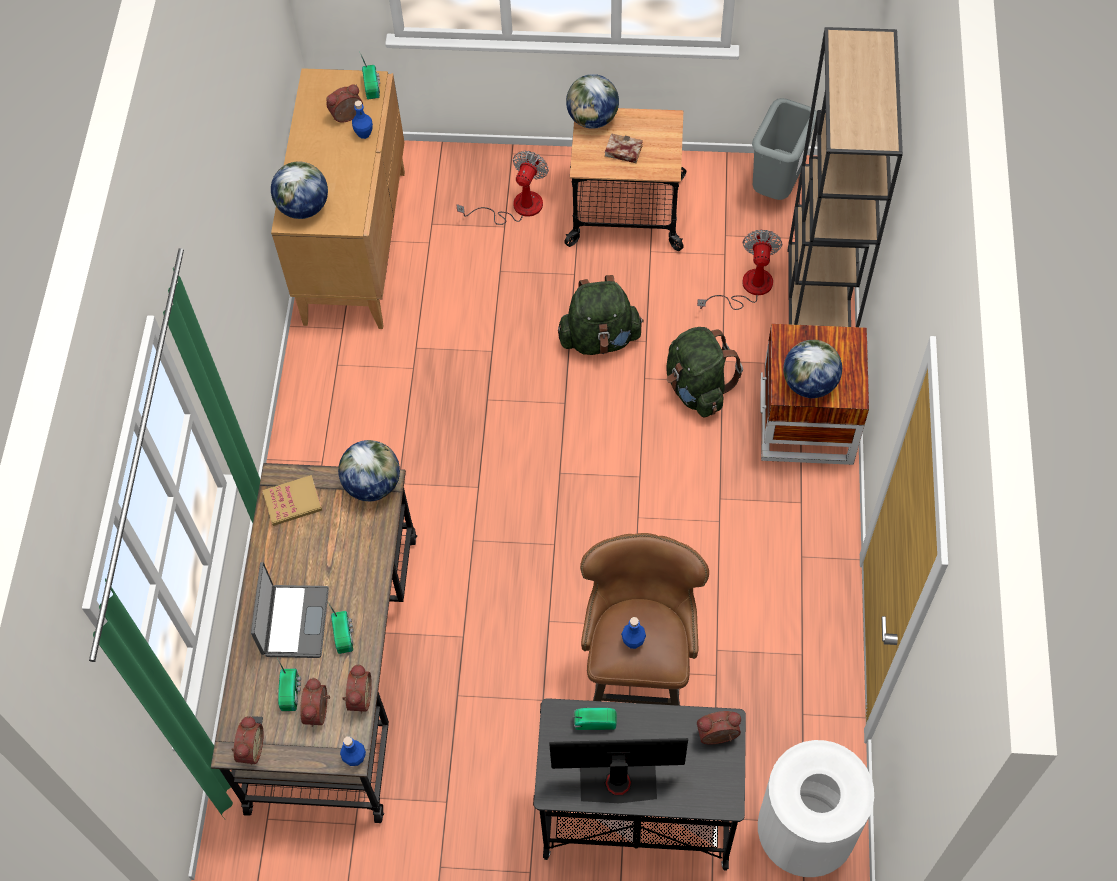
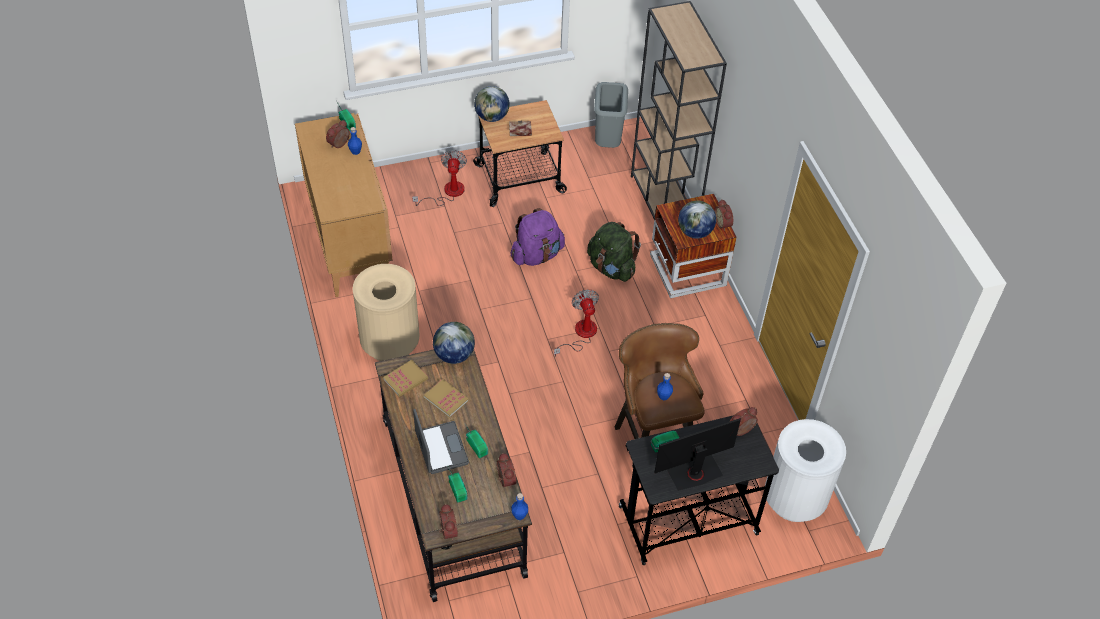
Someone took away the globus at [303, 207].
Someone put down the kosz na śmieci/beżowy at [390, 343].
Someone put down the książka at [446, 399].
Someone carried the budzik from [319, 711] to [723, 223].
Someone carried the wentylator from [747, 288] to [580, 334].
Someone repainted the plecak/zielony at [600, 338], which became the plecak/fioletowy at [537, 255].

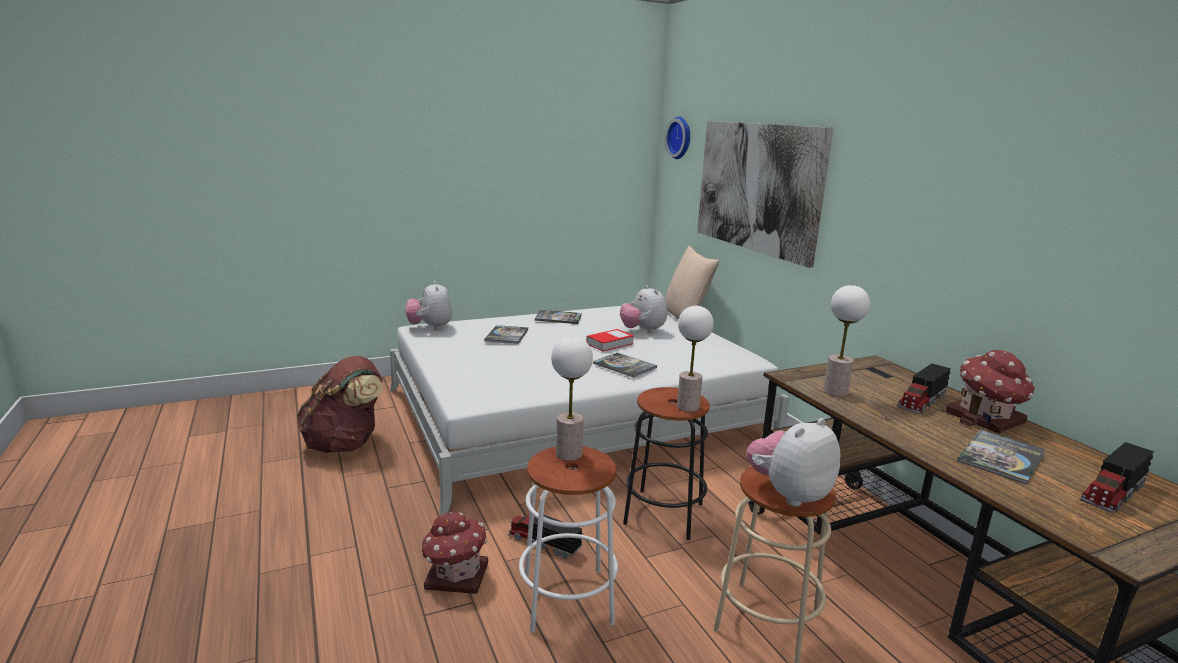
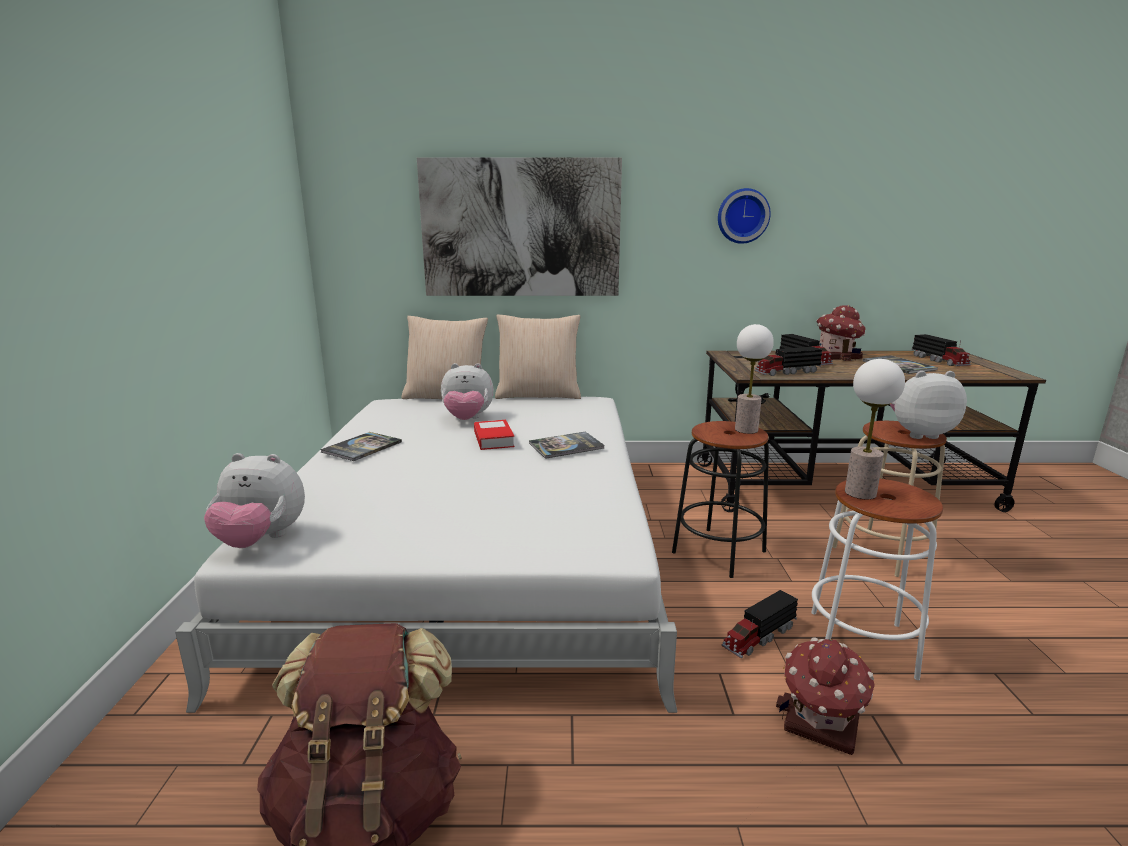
Someone took away the książka at [506, 335].
Someone put down the poduszka/beżowy at [538, 395].
Someone carried the zegar ścienny from [681, 138] to [742, 216].
Someone swapped the lampa stołowa at [835, 392] for the ciężarówka zabawkowa at [786, 372].
Someone rotated the pluszak at [789, 494] by 105 degrees clockwise.

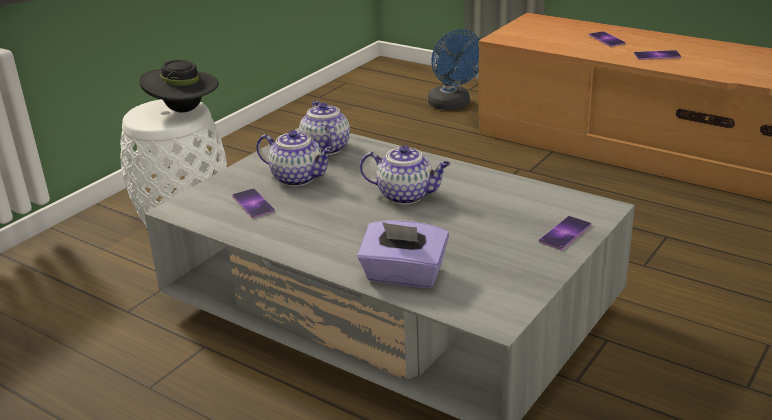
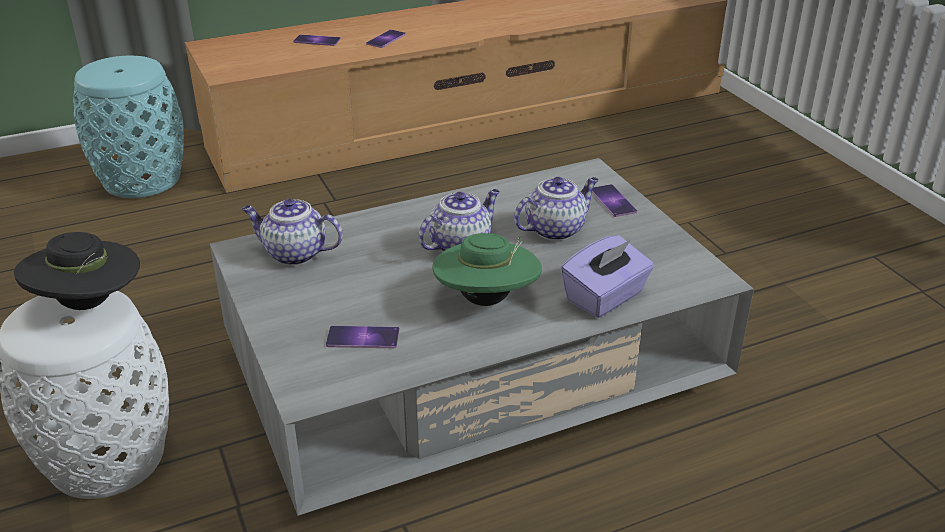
Someone put down the kapelusz/zielony at [486, 300].
Someone carried the imbryk from [298, 178] to [555, 229].
Someone swapped the wentylator/niebieski at [452, 105] for the stołek/turkusowy at [142, 180].

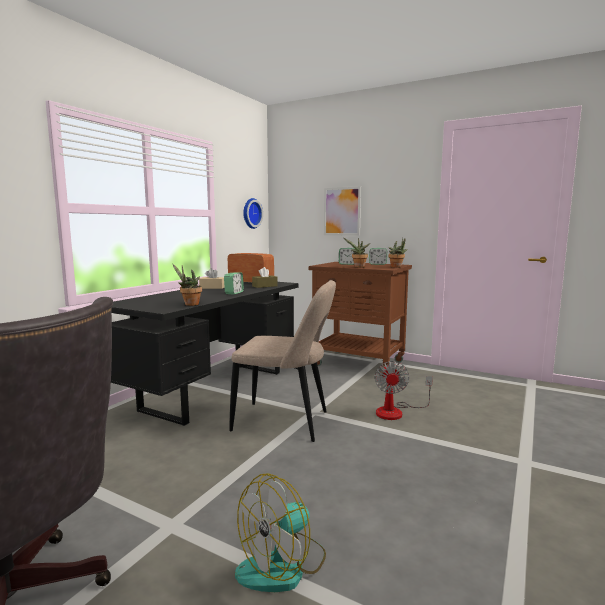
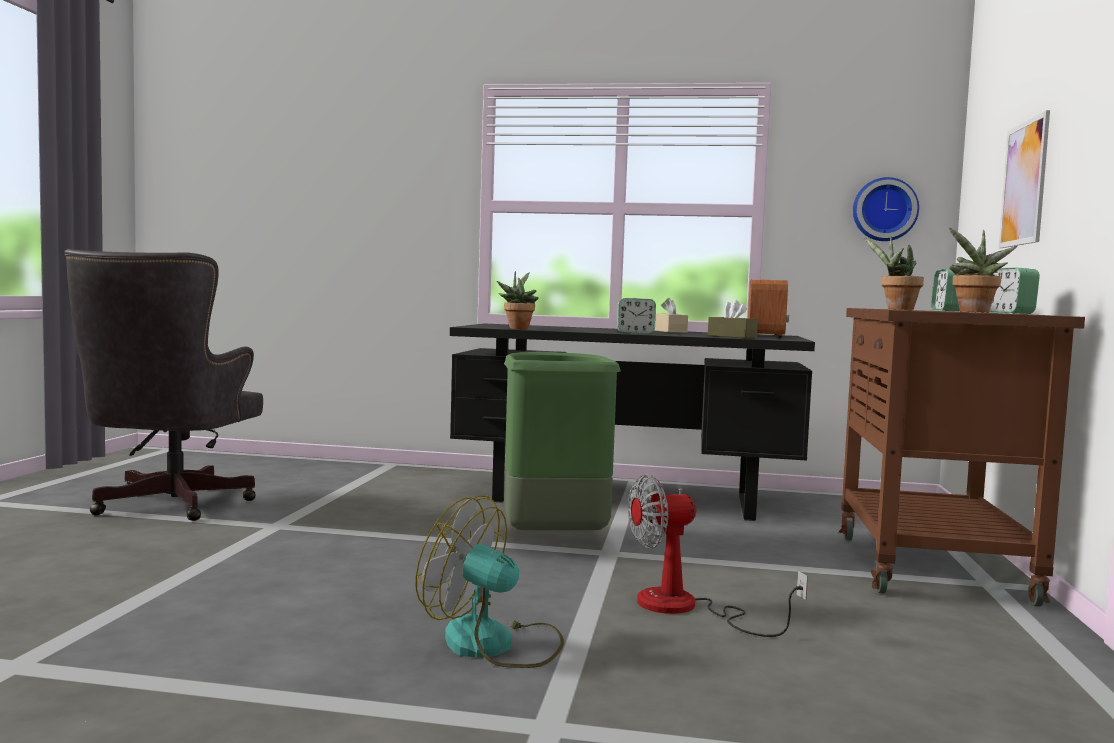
Someone carried the wentylator from [283, 565] to [494, 644].
Someone swapped the krzesło/beżowy at [285, 422] for the kosz na śmieci/zielony at [551, 541].

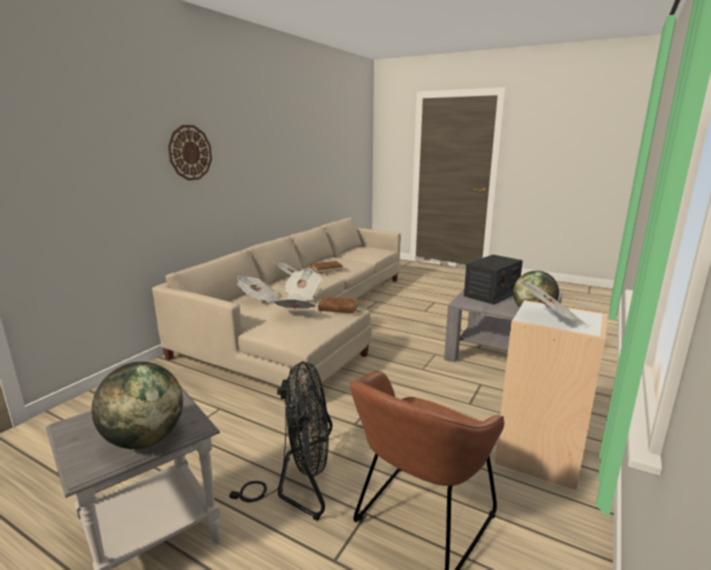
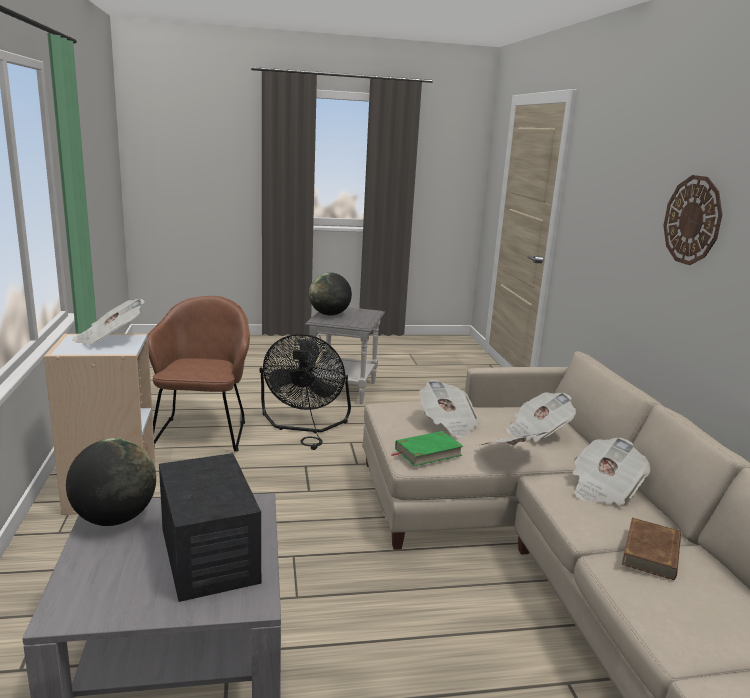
Someone repainted the książka/brązowy at [338, 308], which became the książka/zielony at [427, 452].
Someone rotated the wentylator/czarny at [298, 478] by 135 degrees clockwise.
Someone rotated the radio at [491, 294] by 150 degrees clockwise.

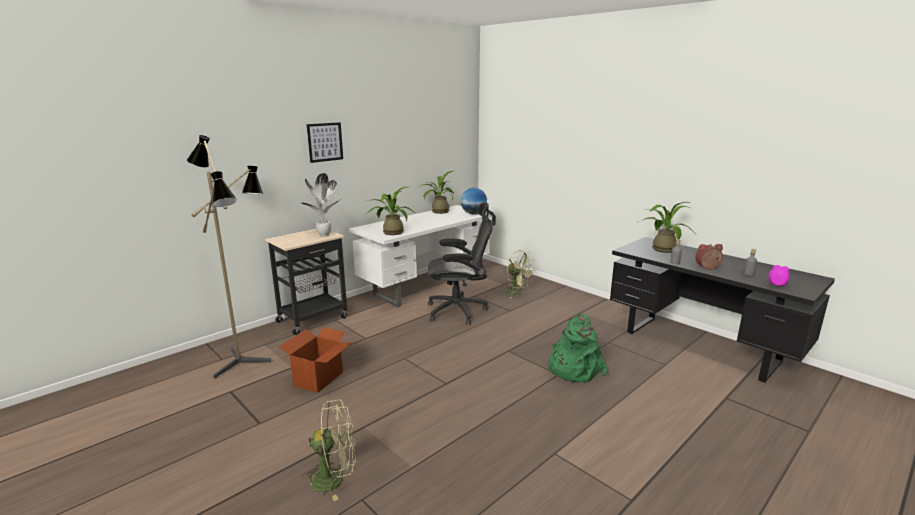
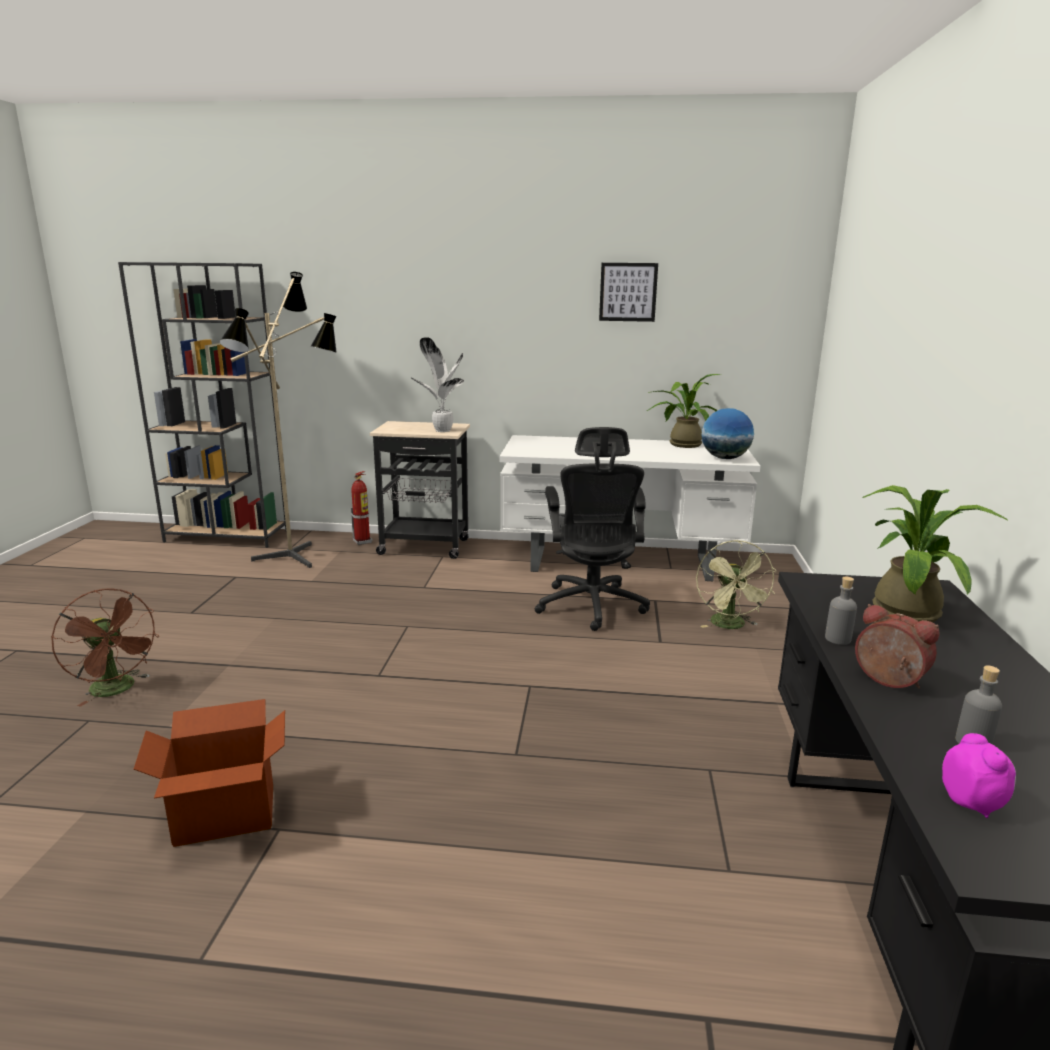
Someone took away the roślina doniczkowa at [391, 232].
Someone took away the plecak/zielony at [573, 368].
Someone put down the regał at [228, 536].
Someone put down the gaśnica at [363, 541].
Someone carried the karton from [319, 379] to [225, 816].
Someone carried the obraz from [325, 142] to [628, 292].
Someone repainted the wentylator/zielony at [334, 479], which became the wentylator/brązowy at [117, 690].
Someone rotated the krzesło biurowe at [459, 310] by 45 degrees clockwise.

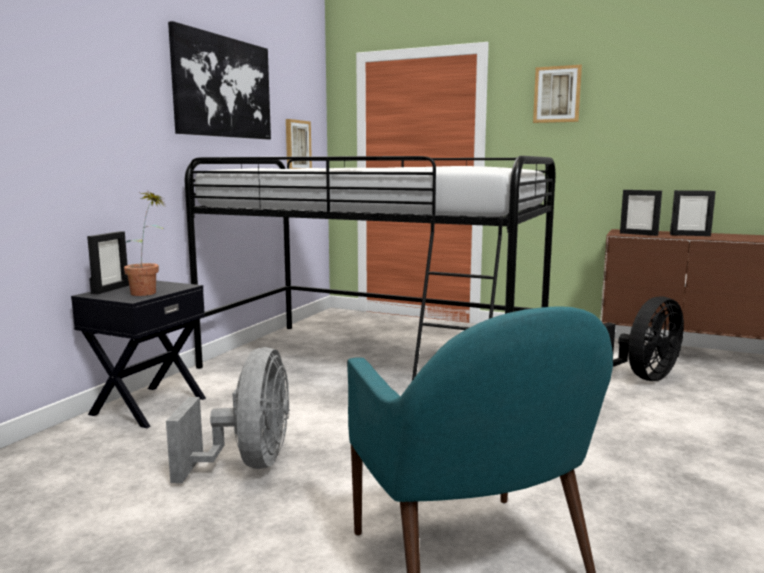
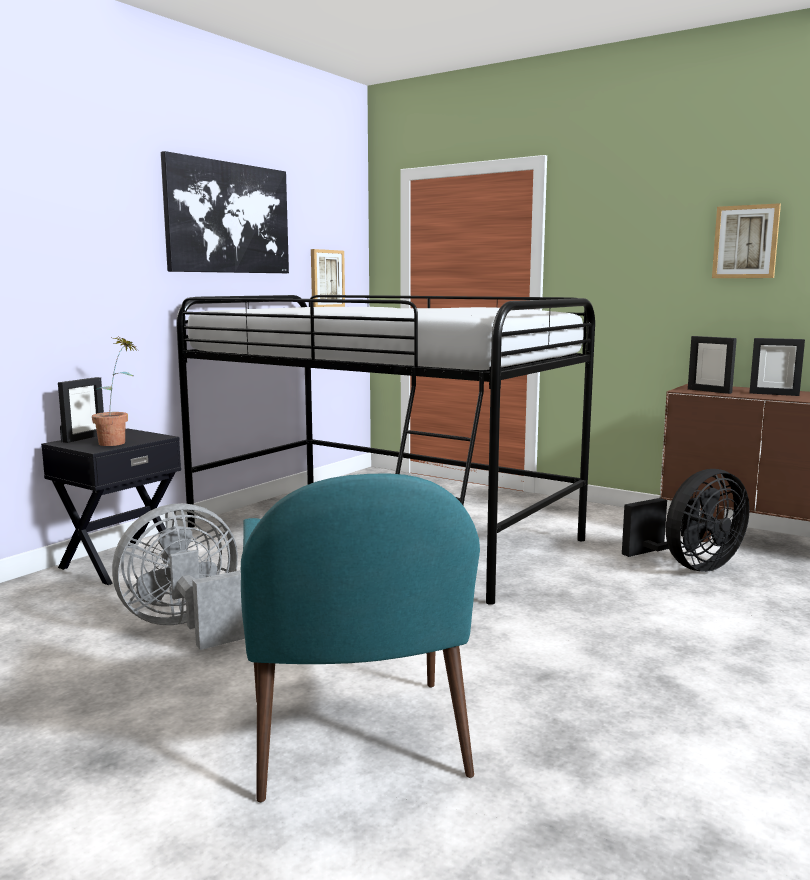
Someone carried the obraz from [557, 94] to [746, 242].
Someone rotated the wentylator/szary at [248, 463] by 135 degrees counterclockwise.

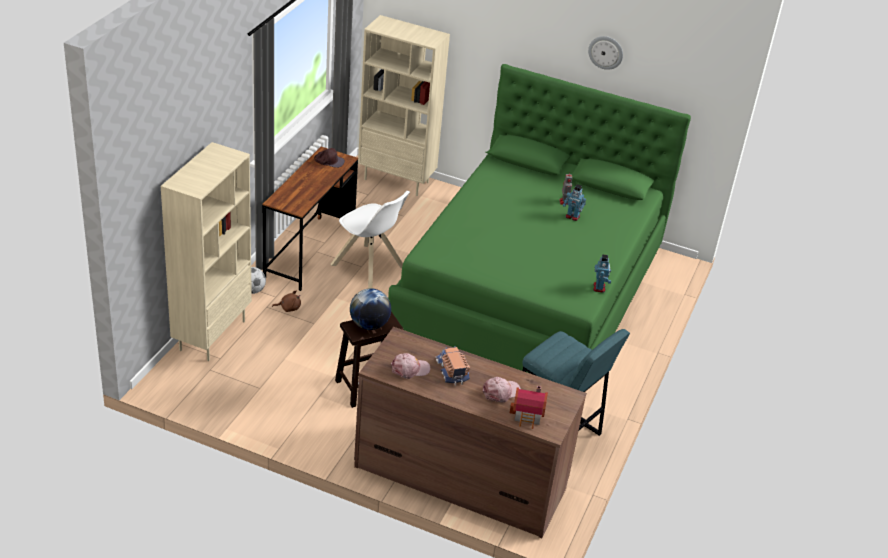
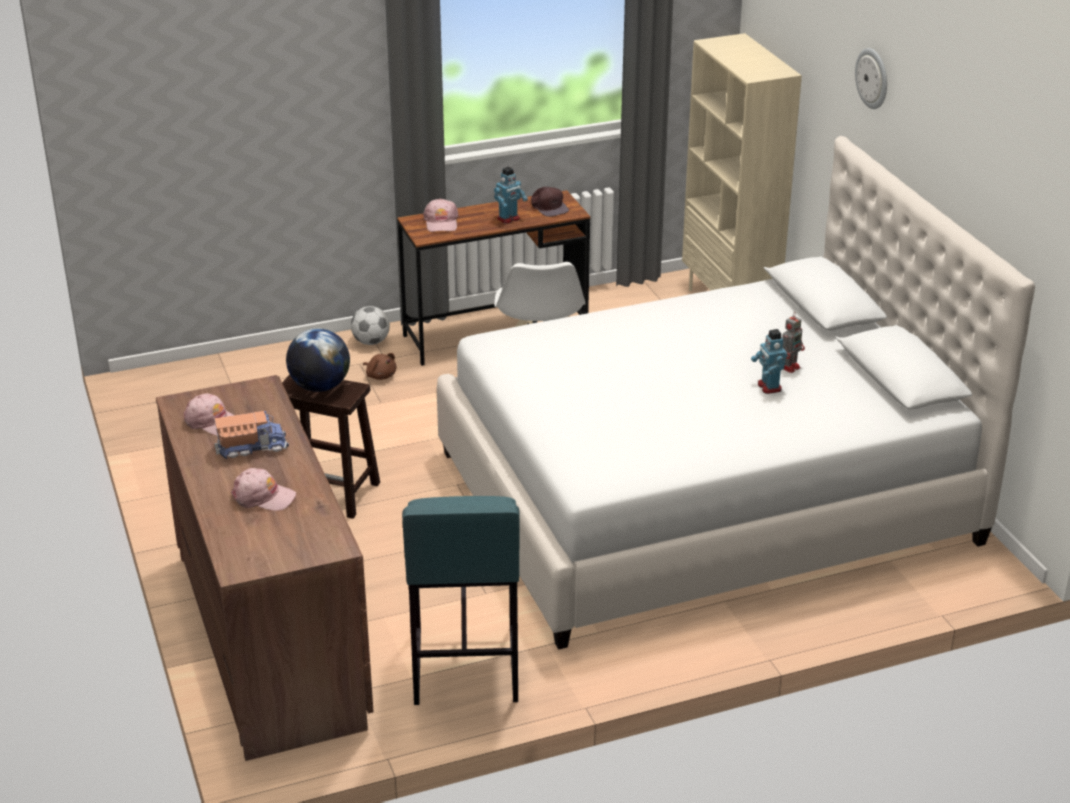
Someone took away the regał/beżowy at [212, 334].
Someone took away the domek at [528, 415].
Someone put down the czapka z daszkiem/różowy at [441, 222].
Someone carried the zegar ścienny from [606, 52] to [873, 78].
Someone carried the robot zabawkowy from [599, 288] to [509, 219].
Someone repainted the łóżko/zielony at [530, 290], which became the łóżko/biały at [705, 497].
Someone rotated the ciężarówka zabawkowa at [451, 371] by 45 degrees clockwise.

